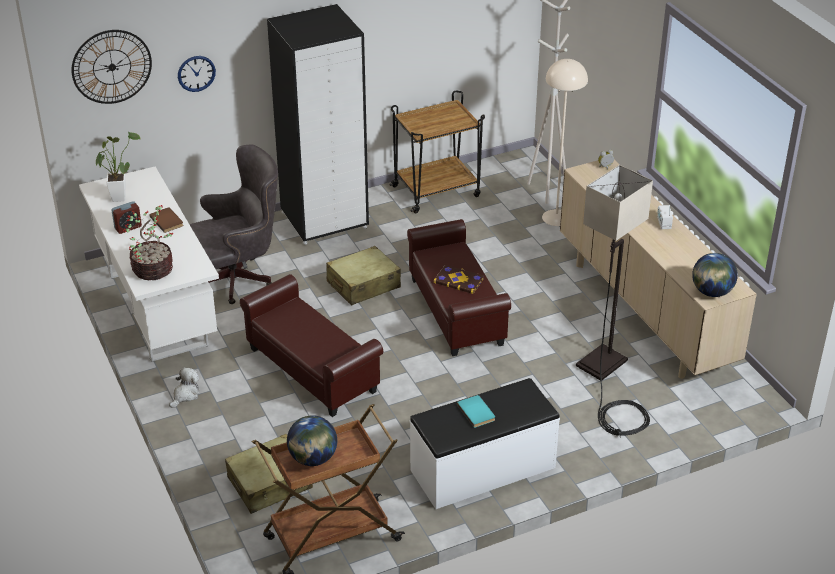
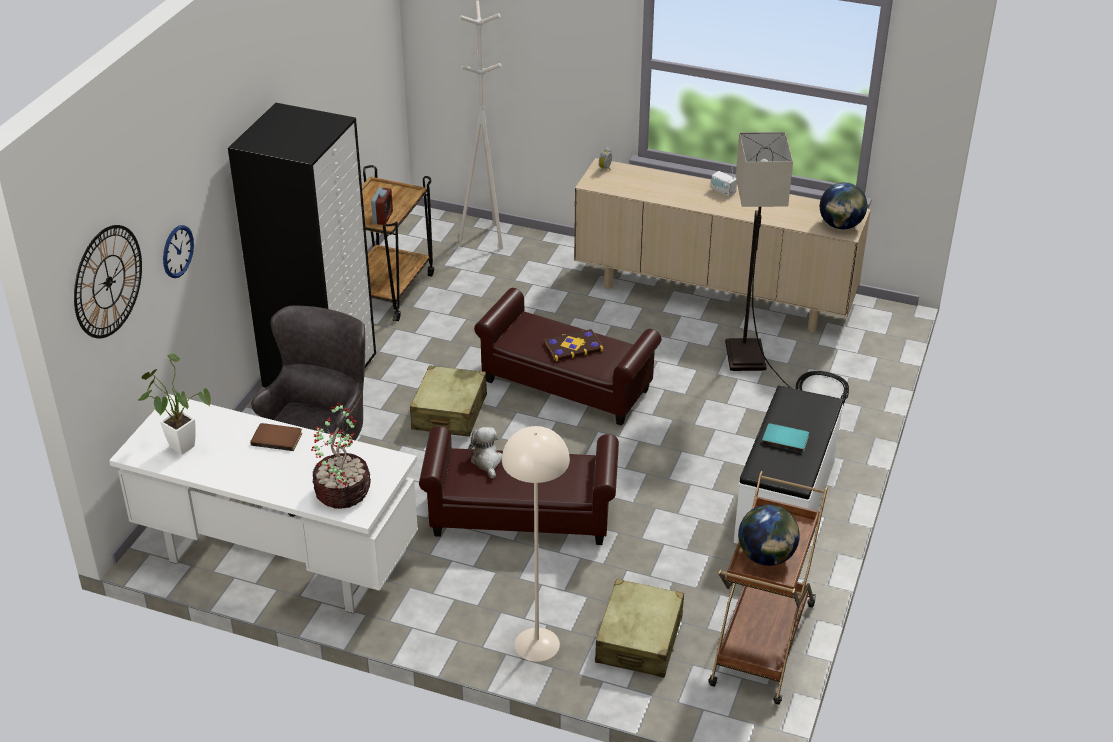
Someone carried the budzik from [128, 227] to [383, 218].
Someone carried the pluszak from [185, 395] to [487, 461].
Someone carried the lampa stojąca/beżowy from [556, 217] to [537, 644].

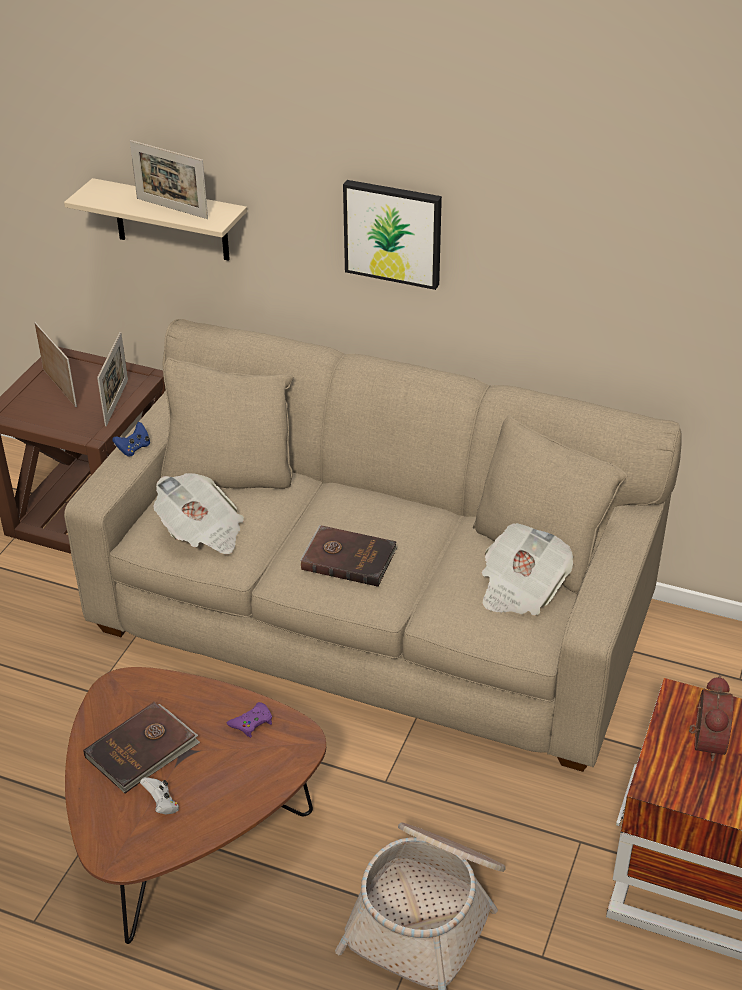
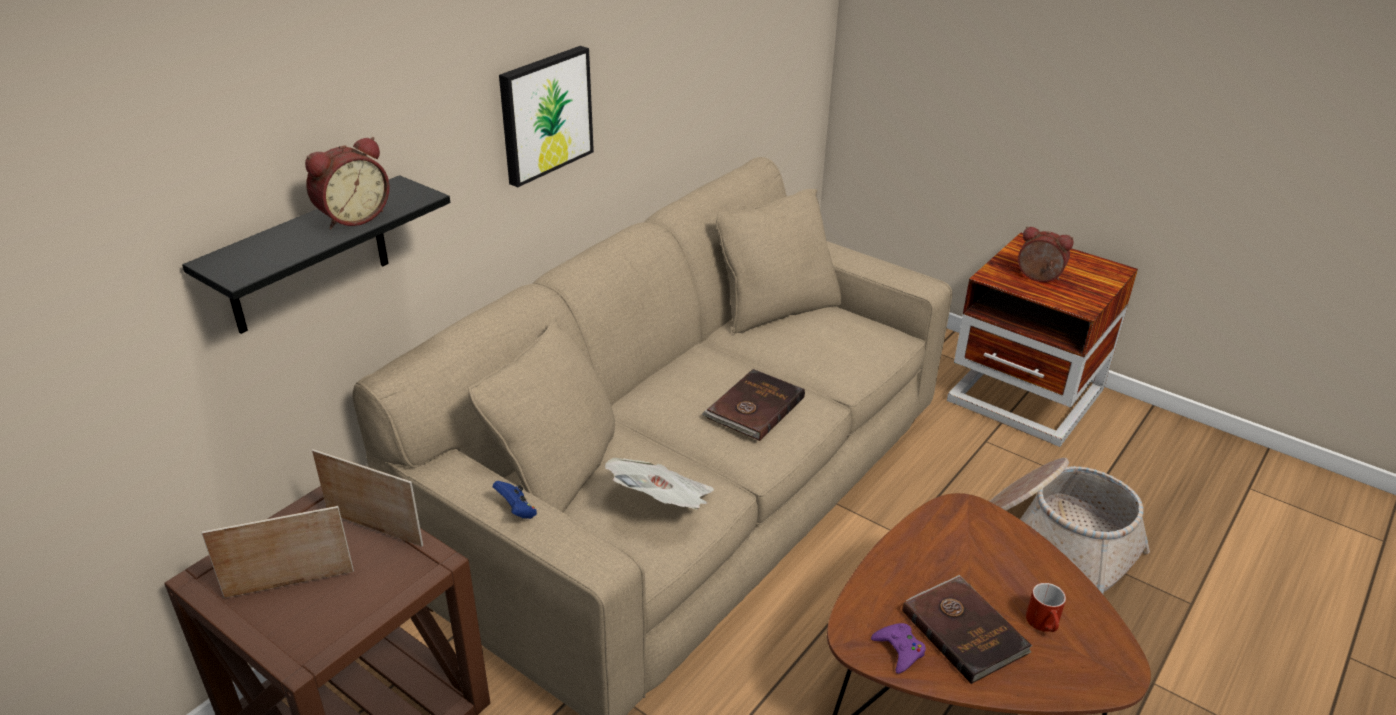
Someone took away the gazeta at [521, 588].
Someone carried the pad do gier/fioletowy from [252, 722] to [899, 650].
Someone swapped the ramka na zdjęcie at [172, 208] for the budzik at [352, 217].
Someone swapped the pad do gier/biały at [162, 804] for the kubek/czerwony at [1045, 624].
Someone repainted the półka/beżowy at [171, 220], which became the półka/czarny at [308, 256].

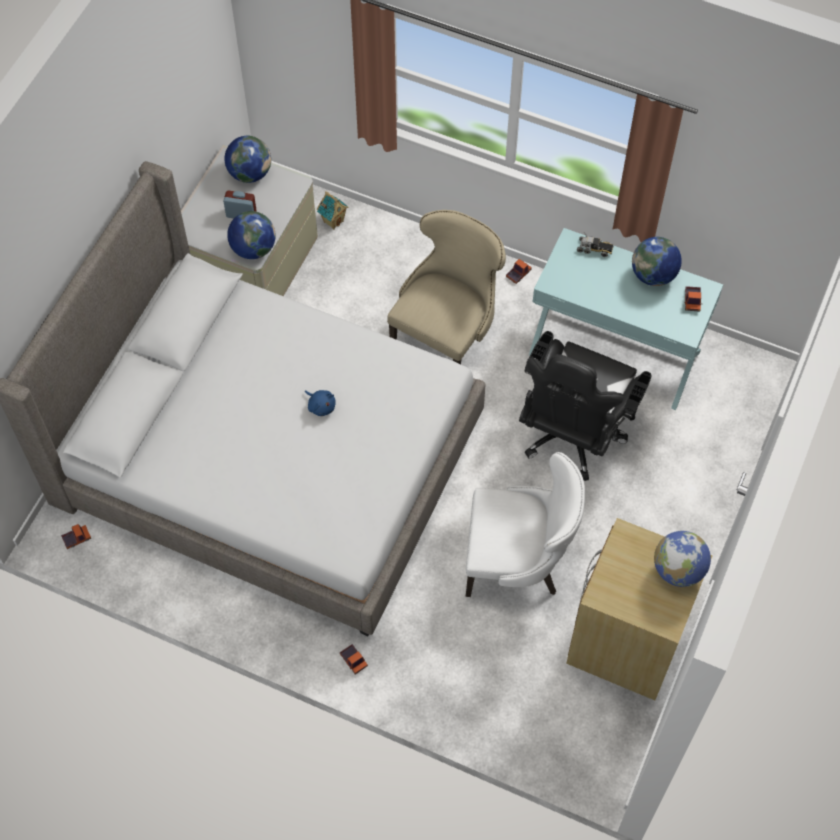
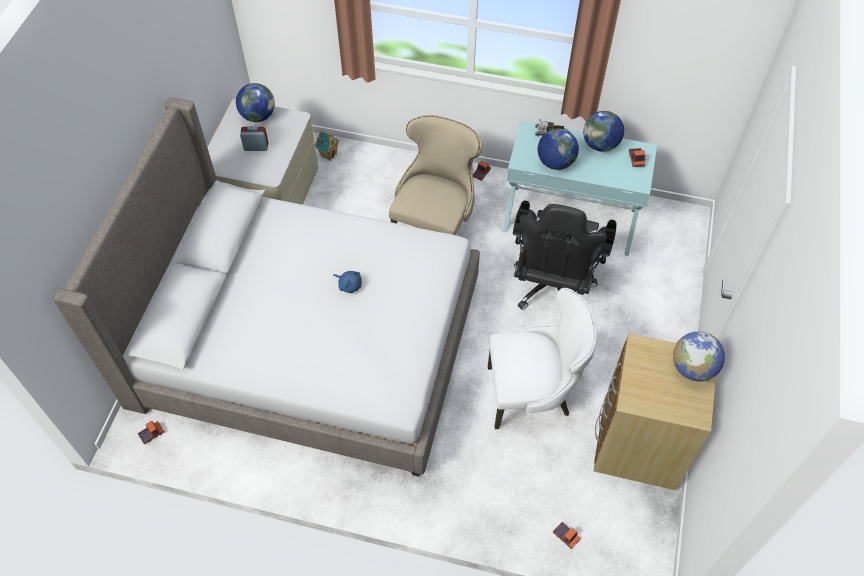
Someone carried the globus from [253, 248] to [555, 162].
Someone carried the ciężarówka zabawkowa from [353, 660] to [566, 536].

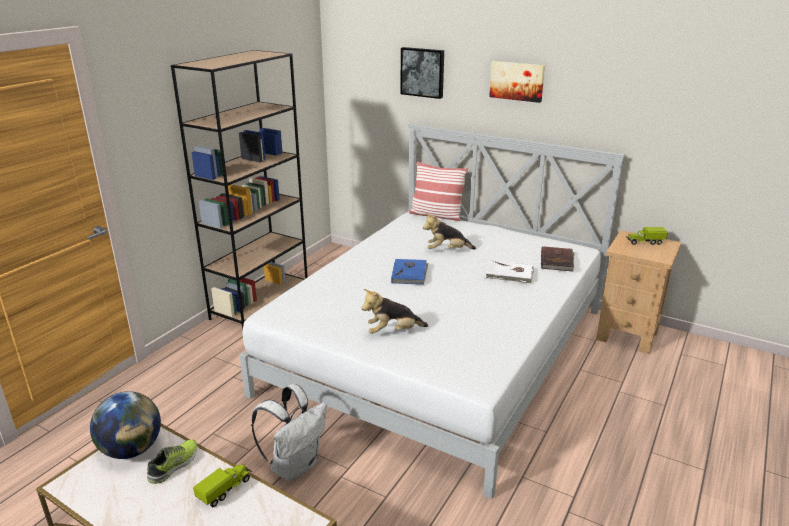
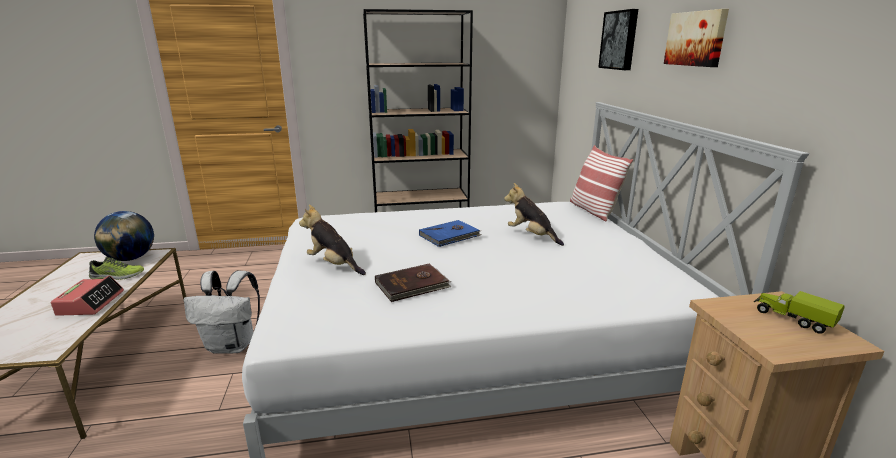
Someone took away the książka/biały at [509, 274].
Someone carried the książka/brązowy from [557, 260] to [412, 285].
Someone swapped the ciężarówka zabawkowa at [225, 490] for the budzik at [91, 303].

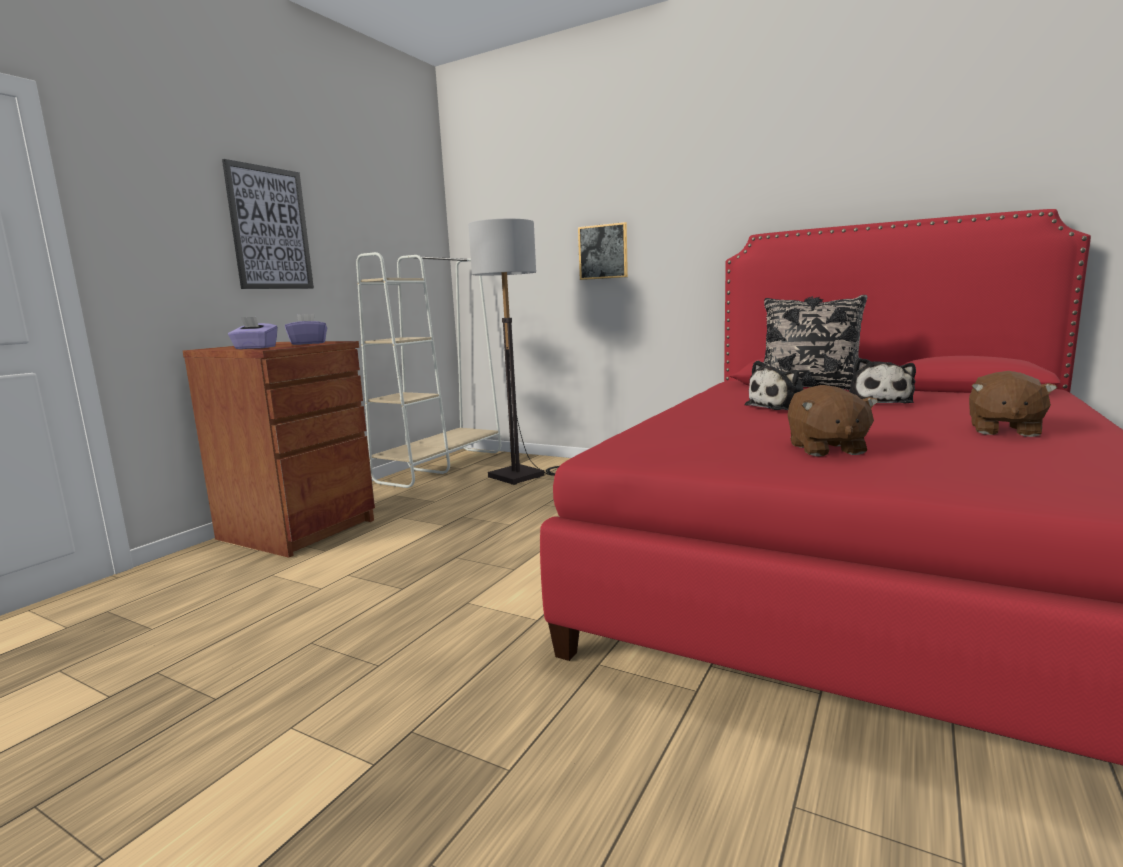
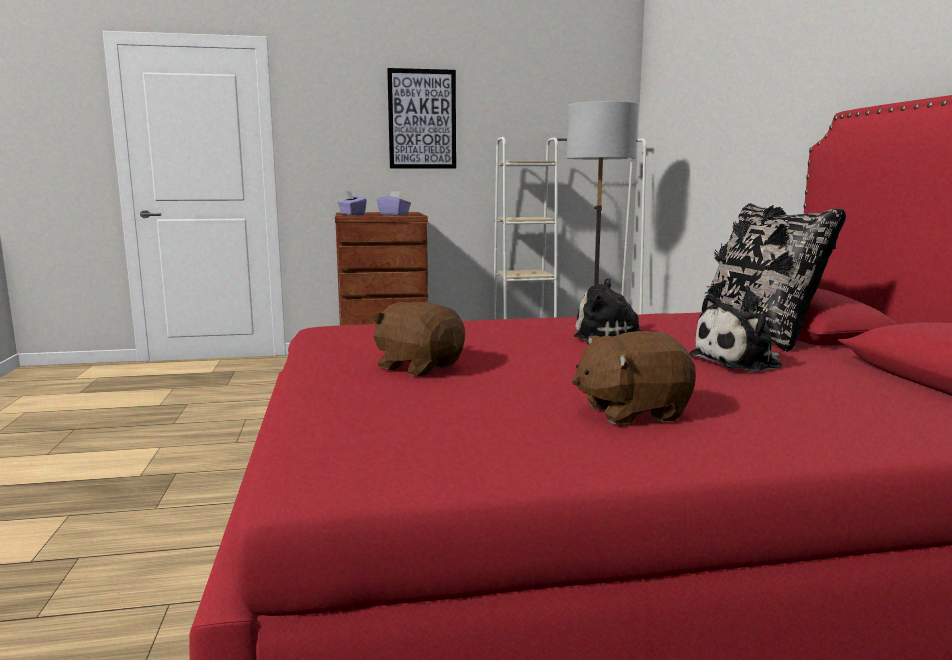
Someone took away the obraz at [603, 252].
Someone rotated the pluszak/brązowy at [825, 449] by 75 degrees clockwise.

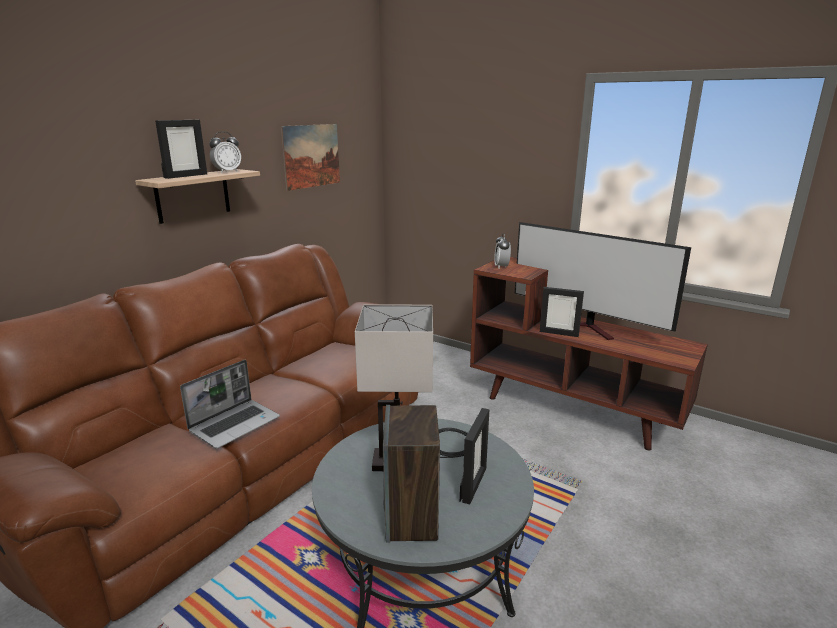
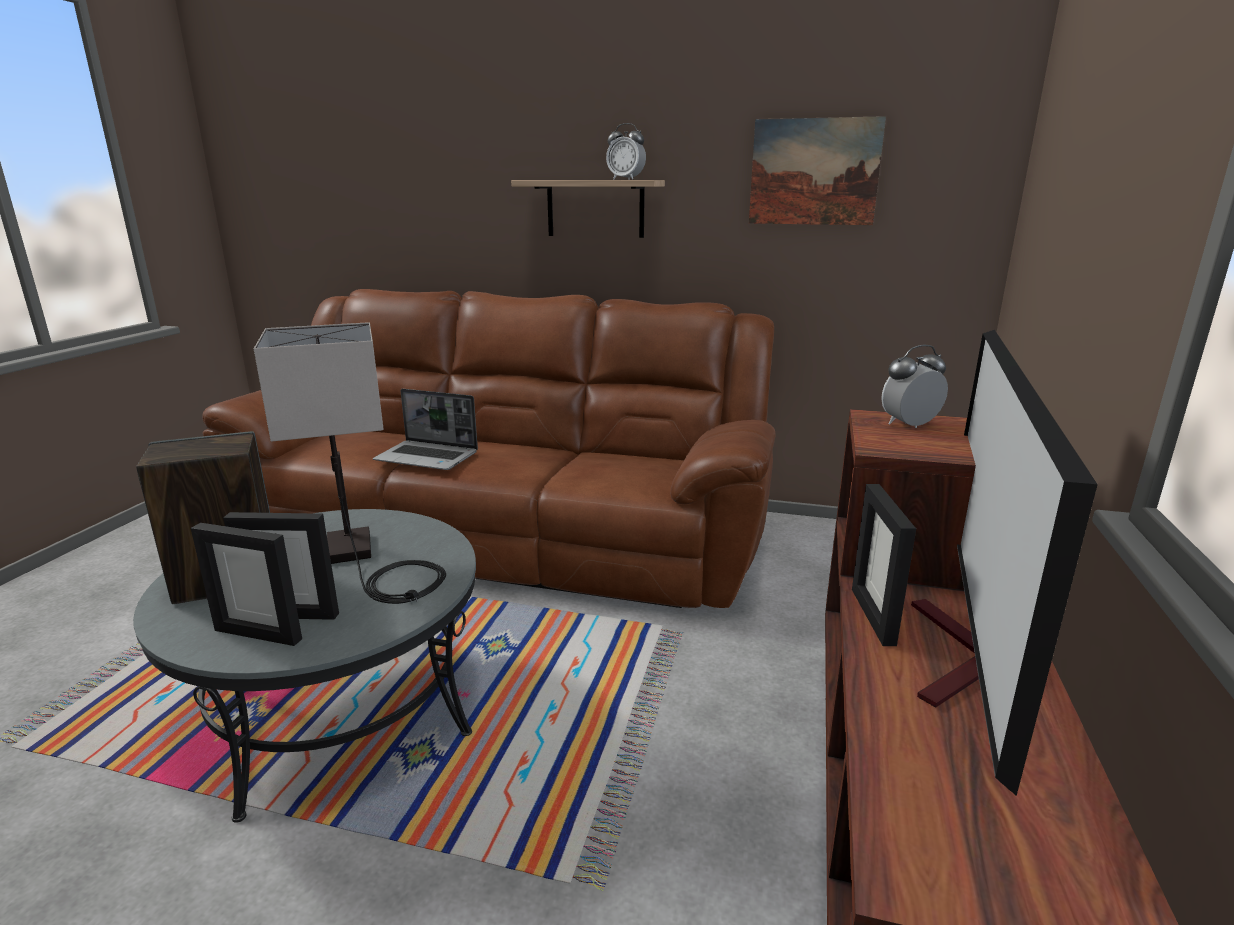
Someone carried the ramka na zdjęcie from [186, 176] to [259, 633].

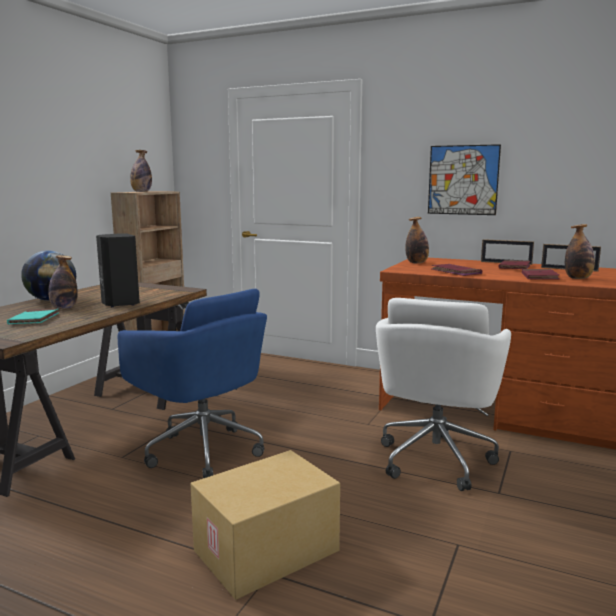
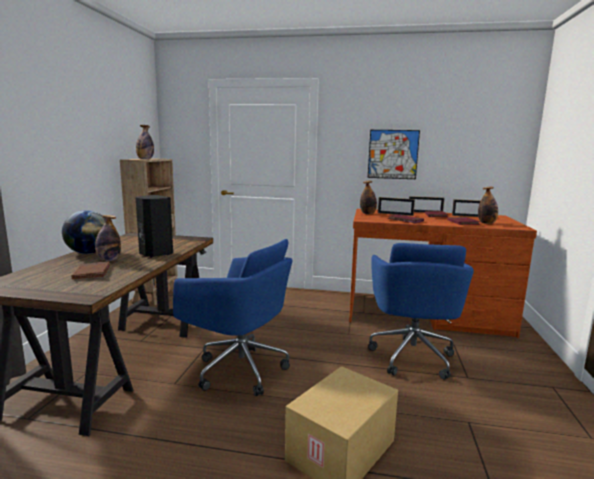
Someone put down the ramka na zdjęcie at [395, 214].
Someone repainted the książka/turkusowy at [34, 319], which became the książka/brązowy at [92, 273].
Someone repainted the krzesło biurowe/biały at [436, 458], which became the krzesło biurowe/niebieski at [411, 355].

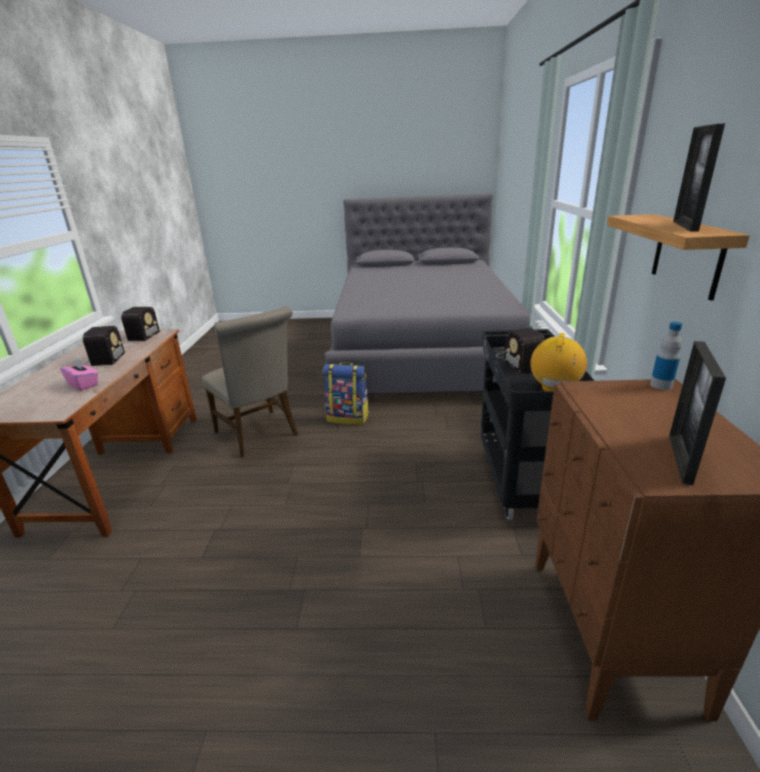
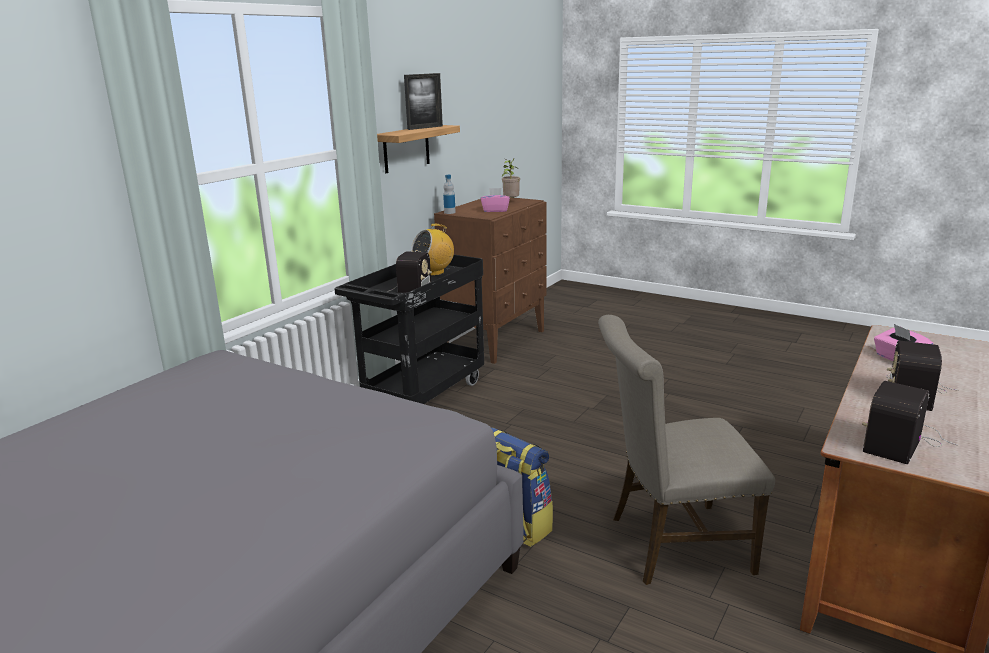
Someone put down the pudełko chusteczek/różowy at [495, 210].
Someone swapped the ramka na zdjęcie at [680, 458] for the roślina doniczkowa at [510, 202].
Someone rotated the krzesło/beżowy at [259, 435] by 90 degrees counterclockwise.

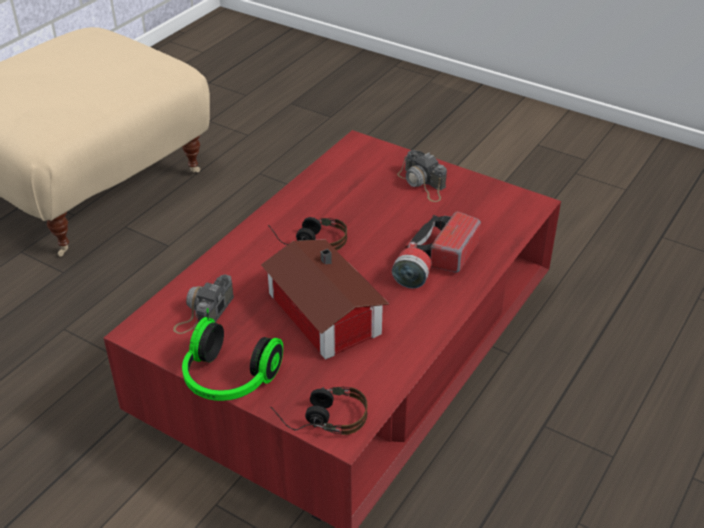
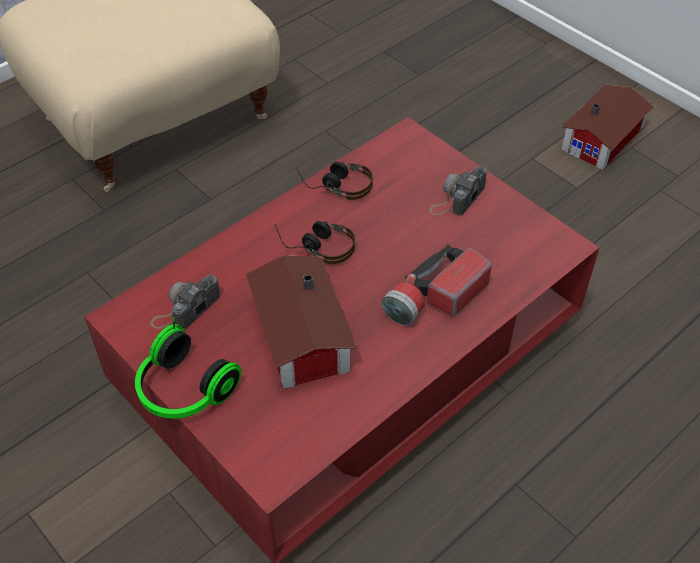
Someone put down the domek at [605, 138].
Someone carried the słuchawki from [320, 418] to [335, 185].
Someone rotated the aparat fotograficzny at [422, 184] by 60 degrees clockwise.

